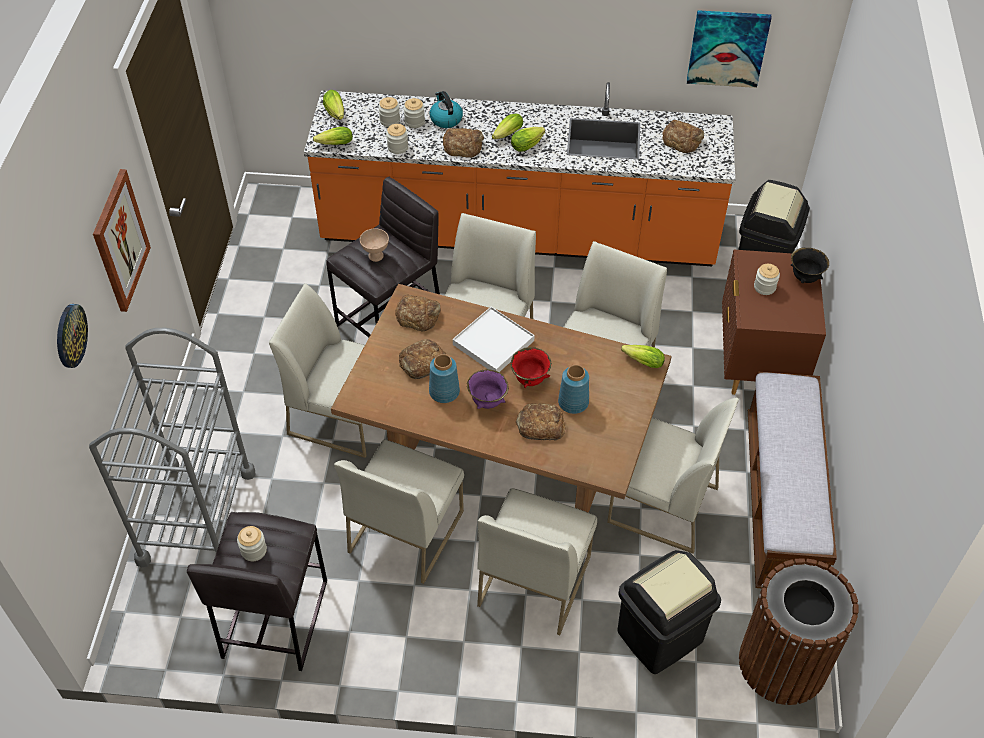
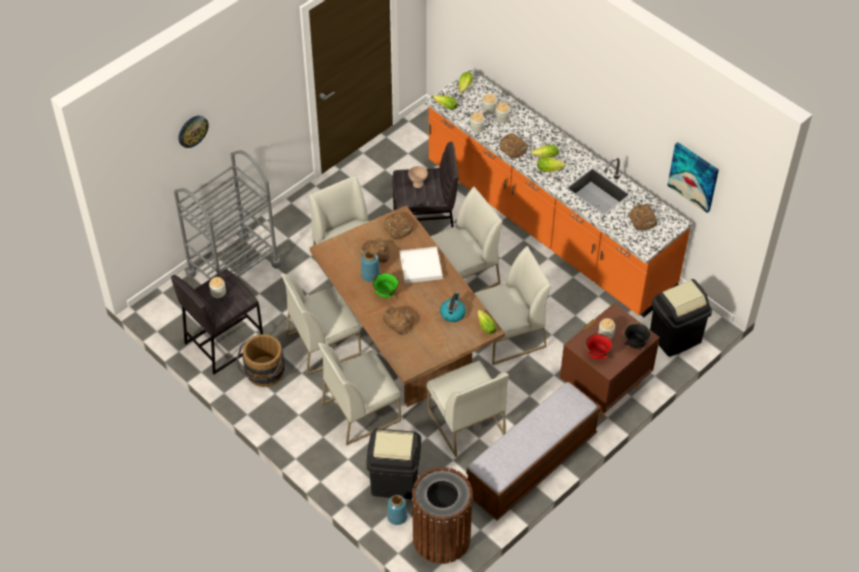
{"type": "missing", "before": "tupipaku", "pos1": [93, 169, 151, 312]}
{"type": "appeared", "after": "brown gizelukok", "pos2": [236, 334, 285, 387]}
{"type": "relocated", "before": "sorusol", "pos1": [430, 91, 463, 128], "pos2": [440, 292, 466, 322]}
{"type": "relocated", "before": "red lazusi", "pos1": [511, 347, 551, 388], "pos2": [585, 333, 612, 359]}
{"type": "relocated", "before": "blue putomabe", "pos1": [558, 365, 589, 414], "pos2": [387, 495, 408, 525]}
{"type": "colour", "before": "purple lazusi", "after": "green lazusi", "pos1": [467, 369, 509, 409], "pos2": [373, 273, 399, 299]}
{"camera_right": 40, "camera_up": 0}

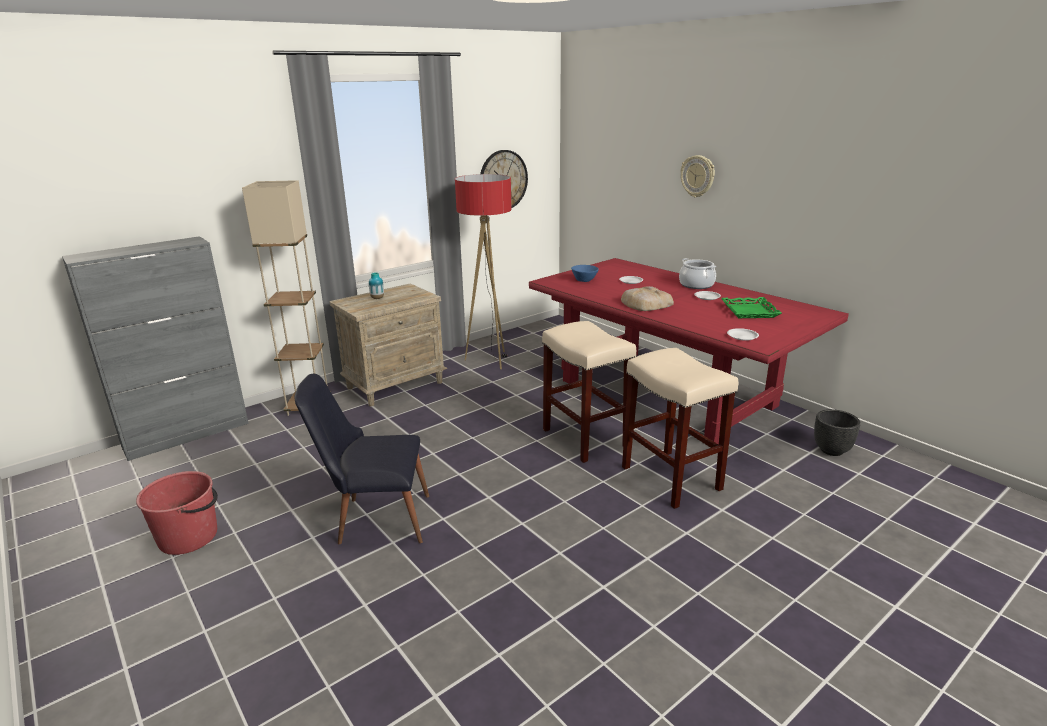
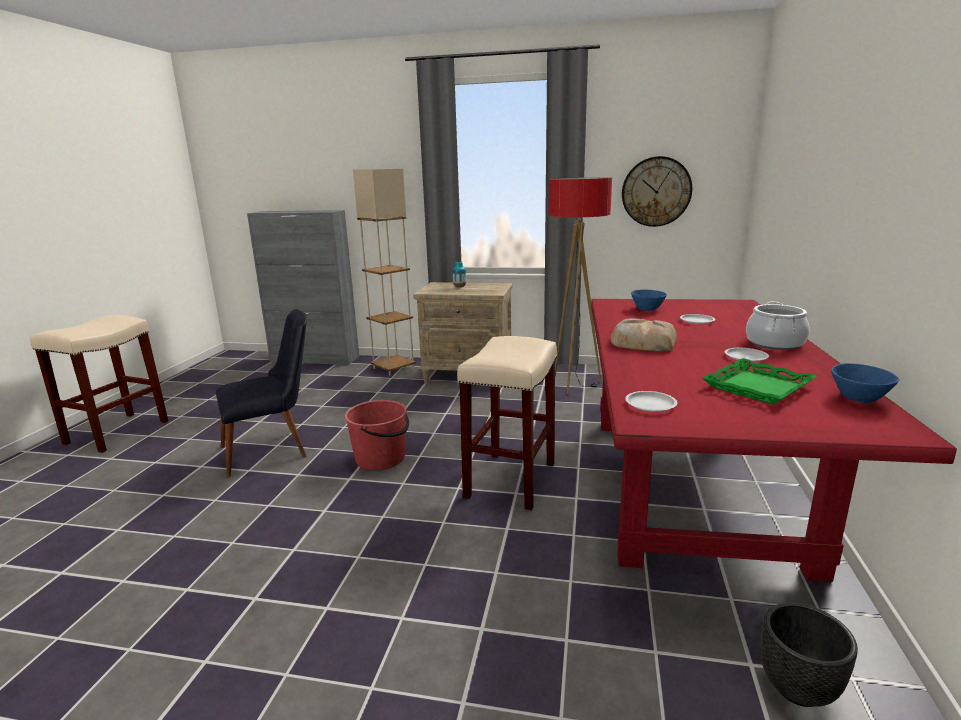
{"type": "missing", "before": "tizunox", "pos1": [681, 155, 715, 197]}
{"type": "appeared", "after": "blue lazusi", "pos2": [831, 363, 899, 403]}
{"type": "relocated", "before": "red gizelukok", "pos1": [136, 471, 218, 555], "pos2": [344, 400, 409, 470]}
{"type": "relocated", "before": "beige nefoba", "pos1": [622, 348, 738, 509], "pos2": [30, 315, 168, 453]}
{"type": "spun", "before": "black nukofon", "pos1": [294, 374, 429, 544], "pos2": [216, 309, 307, 477], "turn": 105}
{"camera_right": 50, "camera_up": -5}

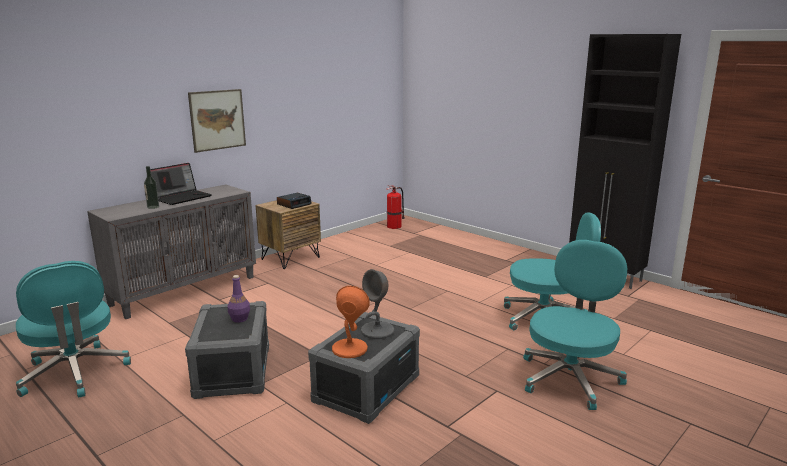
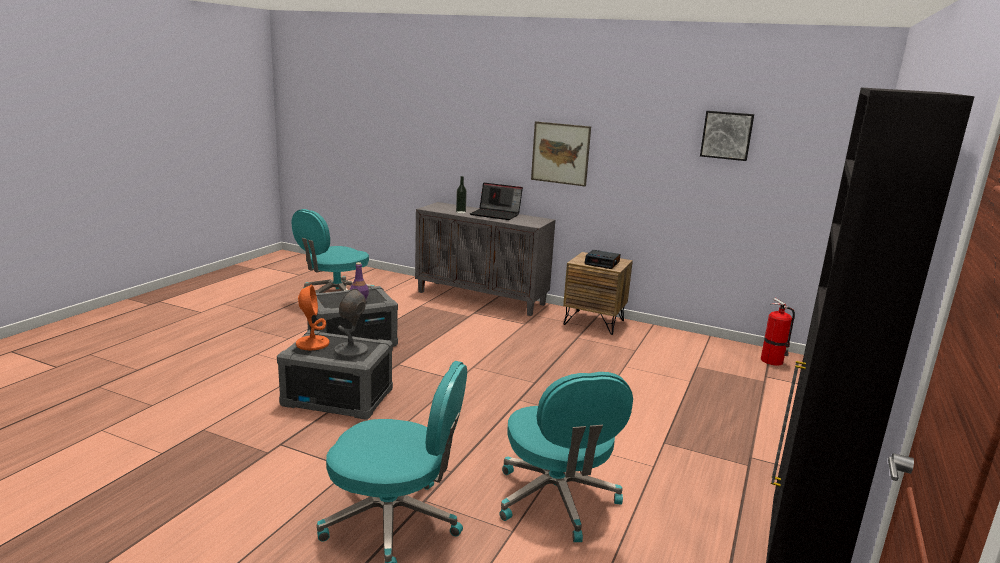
{"type": "appeared", "after": "tupipaku", "pos2": [700, 111, 754, 161]}
{"camera_right": 70, "camera_up": 0}

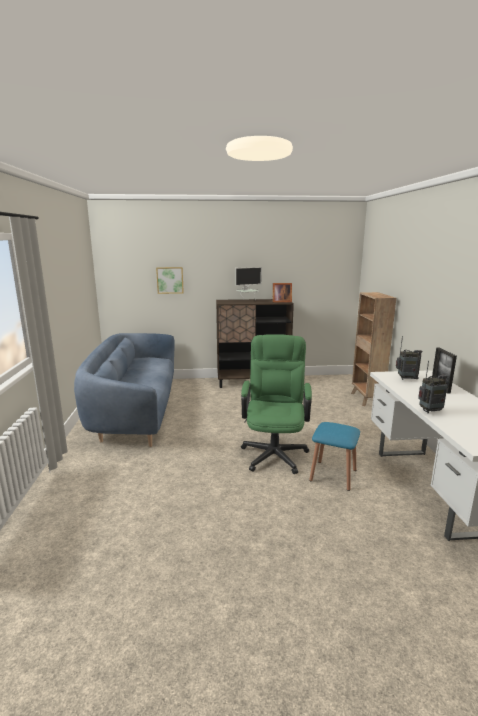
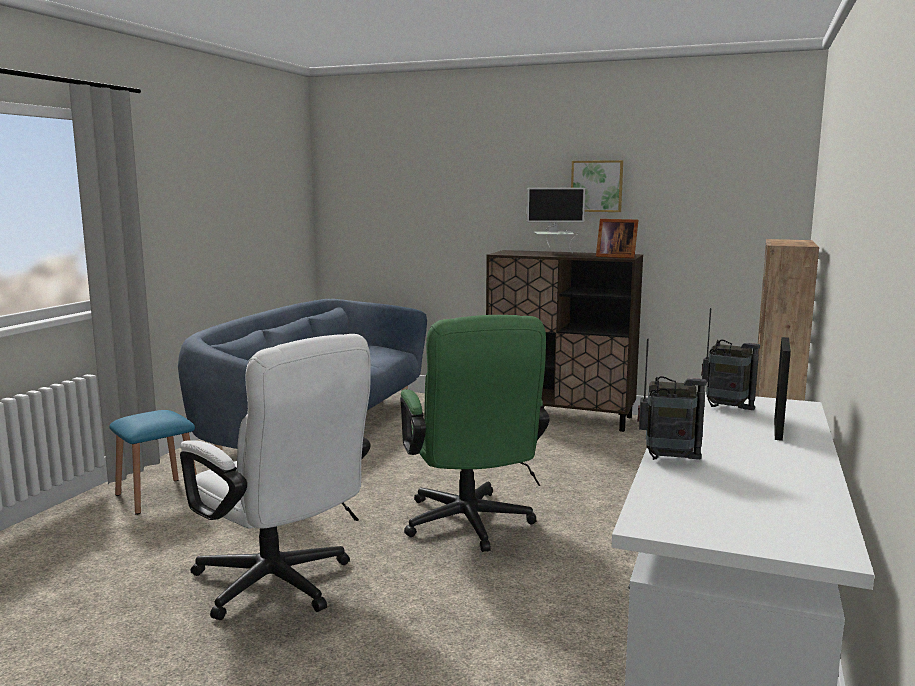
{"type": "appeared", "after": "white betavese", "pos2": [180, 334, 371, 620]}
{"type": "relocated", "before": "tupipaku", "pos1": [156, 267, 184, 294], "pos2": [571, 160, 623, 212]}
{"type": "relocated", "before": "blue nefoba", "pos1": [309, 422, 360, 491], "pos2": [109, 410, 197, 515]}
{"type": "spun", "before": "green betavese", "pos1": [241, 334, 312, 474], "pos2": [400, 315, 549, 552], "turn": 135}
{"camera_right": 25, "camera_up": -5}

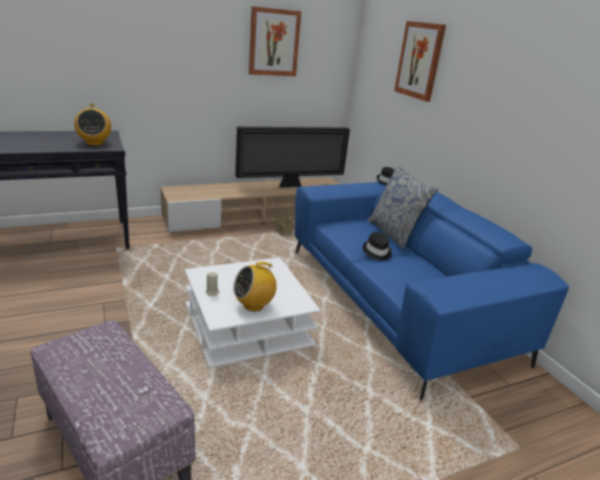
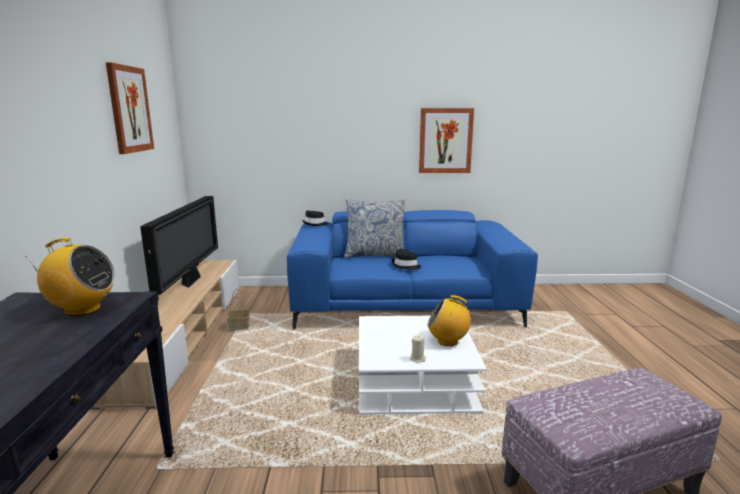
{"type": "relocated", "before": "tupipaku", "pos1": [394, 21, 446, 102], "pos2": [419, 108, 474, 173]}
{"type": "spun", "before": "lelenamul", "pos1": [233, 262, 277, 312], "pos2": [427, 295, 473, 346], "turn": 105}
{"camera_right": -65, "camera_up": -10}

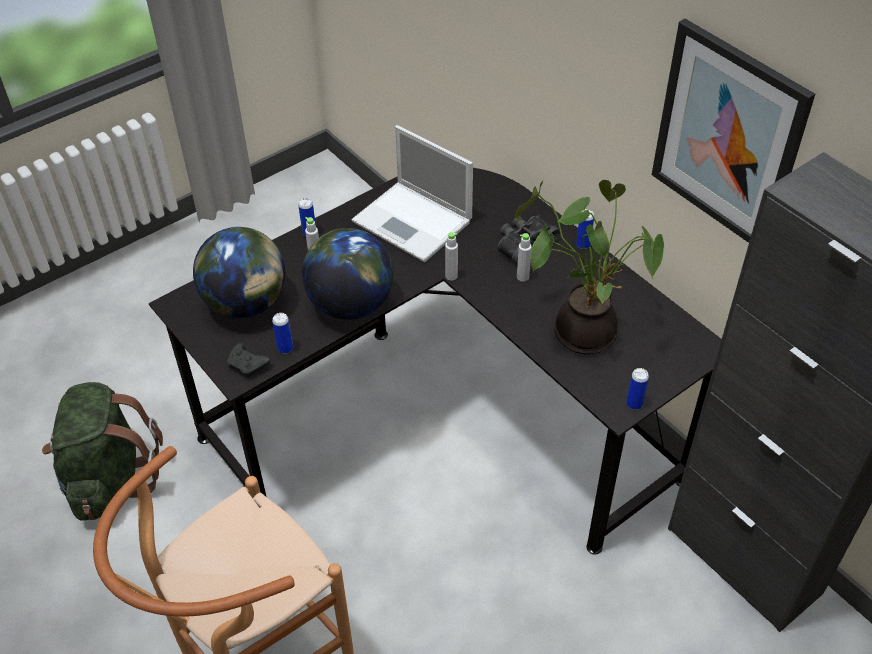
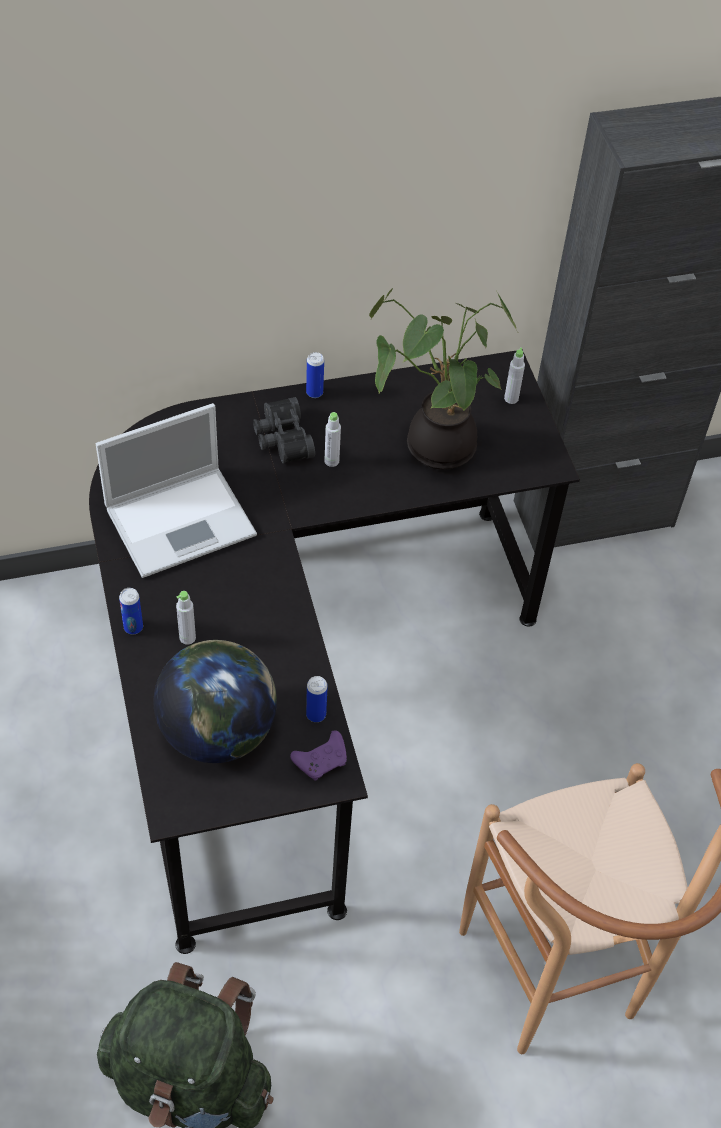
{"type": "missing", "before": "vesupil", "pos1": [302, 228, 394, 320]}
{"type": "missing", "before": "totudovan", "pos1": [626, 368, 649, 410]}
{"type": "missing", "before": "tupipaku", "pos1": [652, 19, 815, 243]}
{"type": "relocated", "before": "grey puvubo", "pos1": [445, 232, 458, 281], "pos2": [504, 347, 525, 404]}
{"type": "colour", "before": "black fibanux", "after": "purple fibanux", "pos1": [227, 343, 271, 377], "pos2": [290, 730, 347, 781]}
{"camera_right": -70, "camera_up": 5}

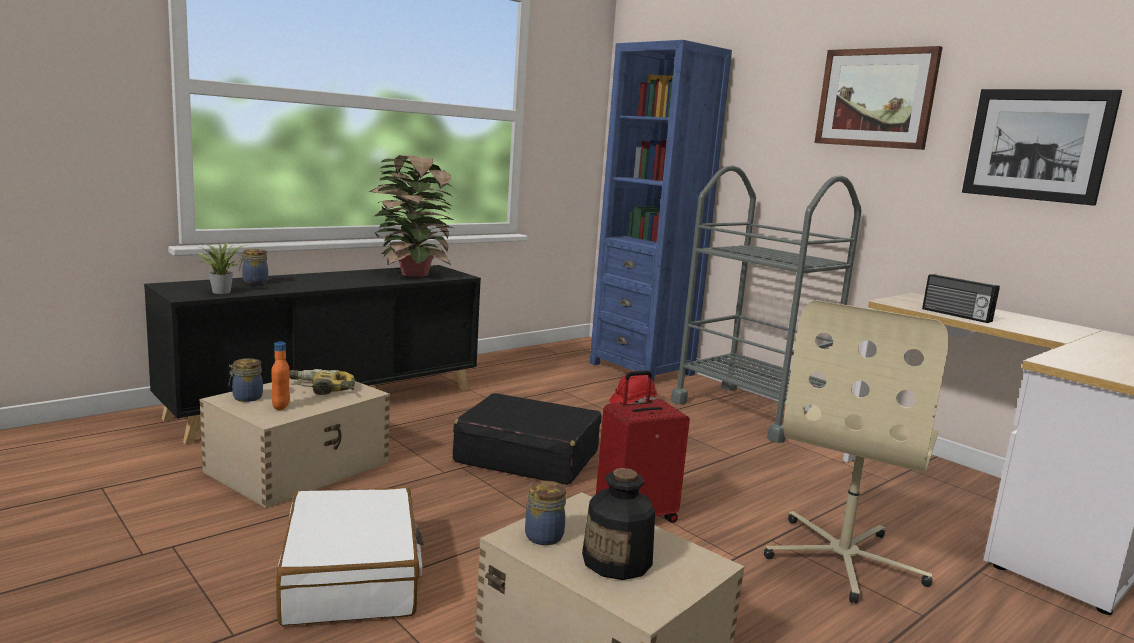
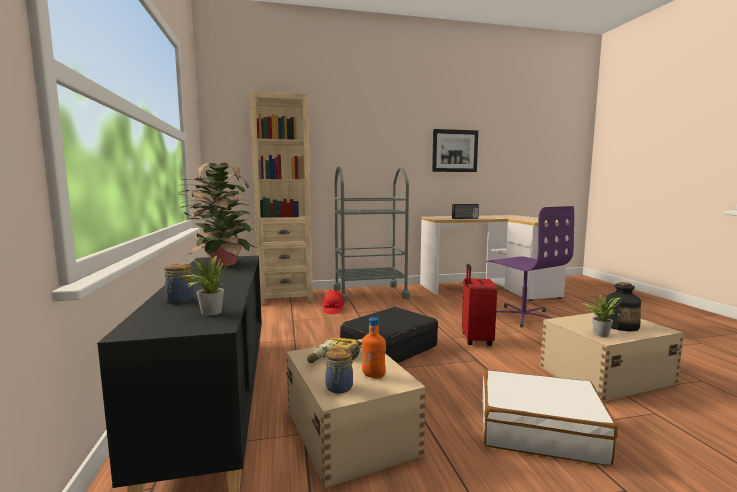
{"type": "missing", "before": "tupipaku", "pos1": [814, 46, 943, 150]}
{"type": "exchanged", "before": "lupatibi", "after": "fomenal", "pos1": [525, 481, 566, 545], "pos2": [582, 294, 620, 337]}
{"type": "colour", "before": "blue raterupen", "after": "beige raterupen", "pos1": [590, 40, 732, 382], "pos2": [250, 91, 313, 305]}
{"type": "colour", "before": "beige betavese", "after": "purple betavese", "pos1": [764, 300, 949, 604], "pos2": [486, 206, 574, 328]}
{"camera_right": -60, "camera_up": -5}

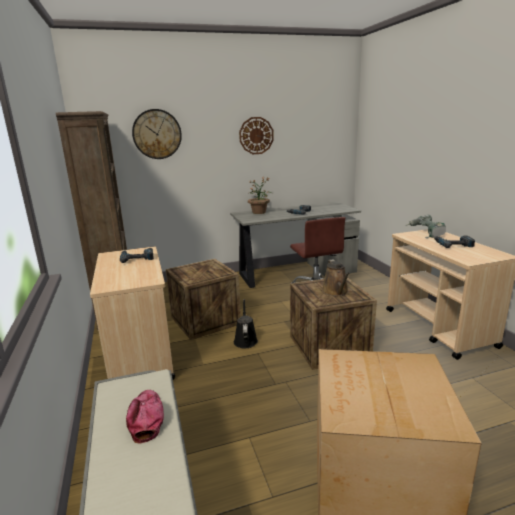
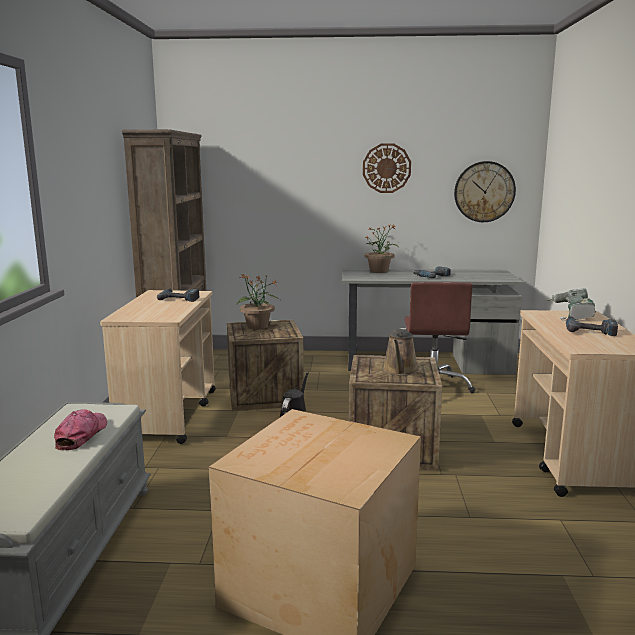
{"type": "appeared", "after": "fomenal", "pos2": [237, 274, 281, 329]}
{"type": "relocated", "before": "tizunox", "pos1": [132, 109, 182, 159], "pos2": [454, 161, 516, 222]}
{"camera_right": 20, "camera_up": -5}

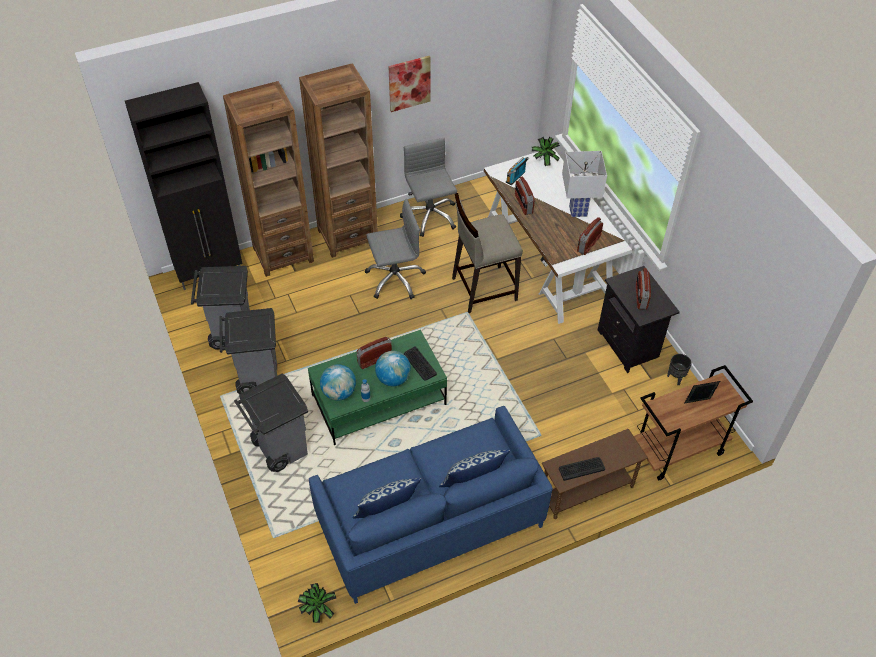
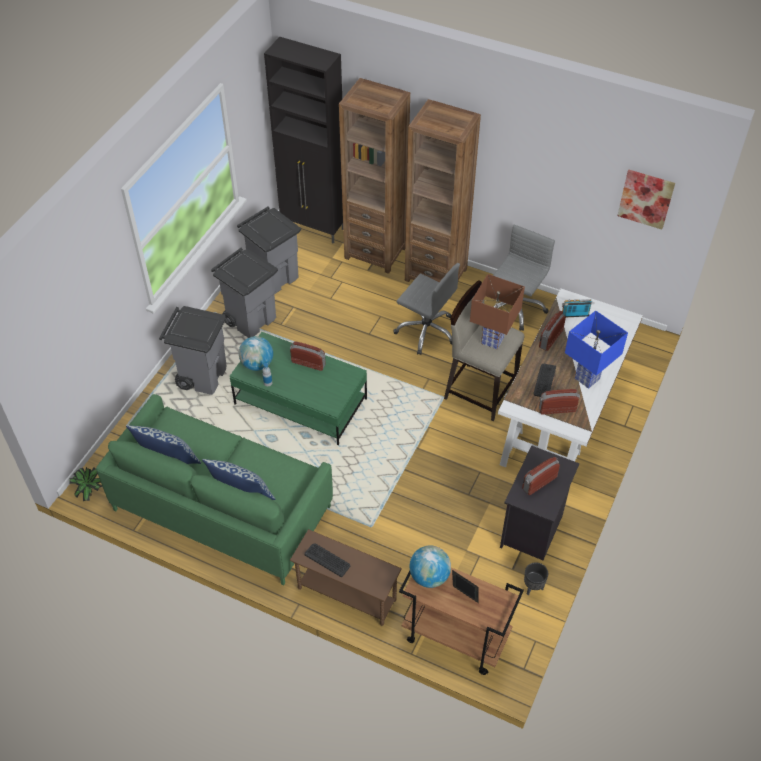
{"type": "missing", "before": "fomenal", "pos1": [532, 137, 560, 166]}
{"type": "appeared", "after": "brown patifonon", "pos2": [470, 274, 525, 349]}
{"type": "relocated", "before": "vesupil", "pos1": [375, 351, 411, 386], "pos2": [409, 545, 451, 588]}
{"type": "relocated", "before": "tupipaku", "pos1": [388, 56, 431, 112], "pos2": [617, 170, 675, 230]}
{"type": "relocated", "before": "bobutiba", "pos1": [404, 346, 437, 381], "pos2": [534, 364, 556, 397]}
{"type": "colour", "before": "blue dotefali", "after": "green dotefali", "pos1": [309, 406, 553, 604], "pos2": [96, 394, 333, 585]}
{"type": "colour", "before": "white patifonon", "after": "blue patifonon", "pos1": [562, 151, 607, 217], "pos2": [565, 311, 628, 389]}
{"camera_right": 50, "camera_up": 0}

